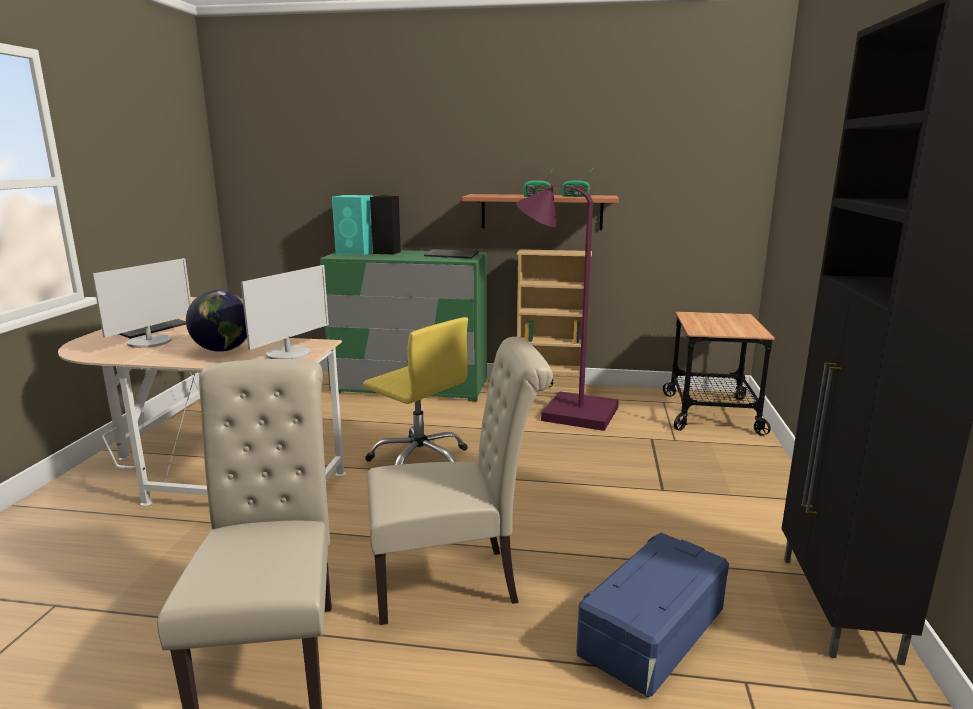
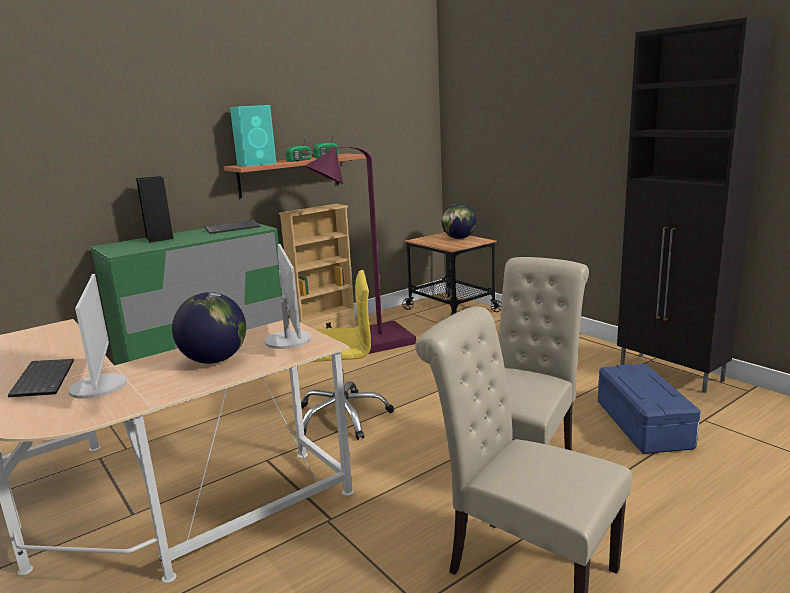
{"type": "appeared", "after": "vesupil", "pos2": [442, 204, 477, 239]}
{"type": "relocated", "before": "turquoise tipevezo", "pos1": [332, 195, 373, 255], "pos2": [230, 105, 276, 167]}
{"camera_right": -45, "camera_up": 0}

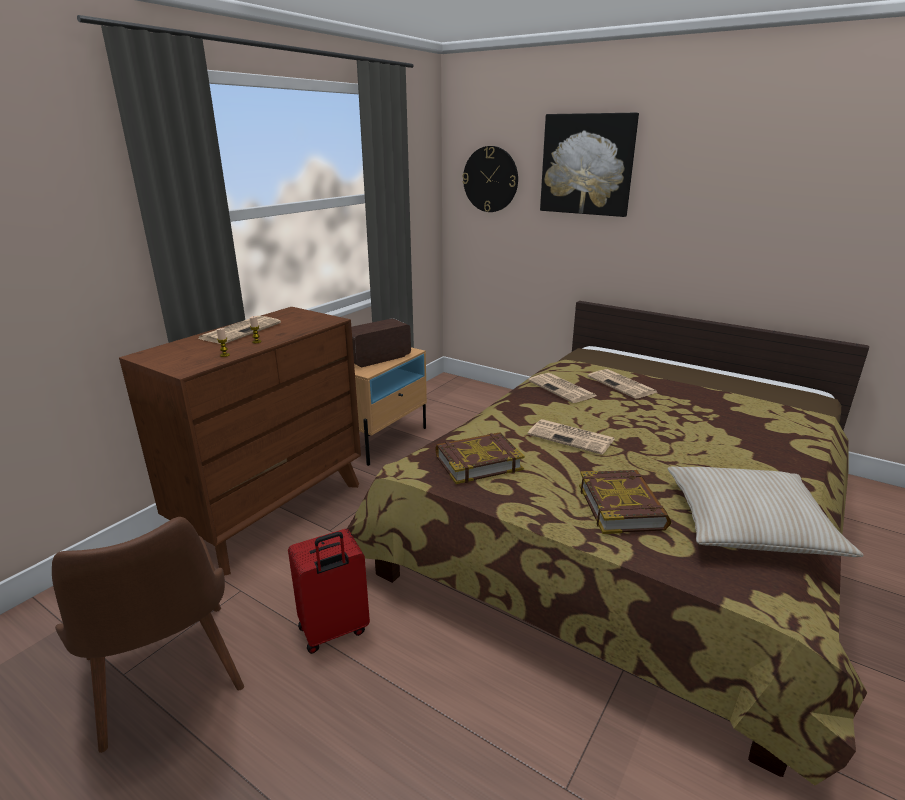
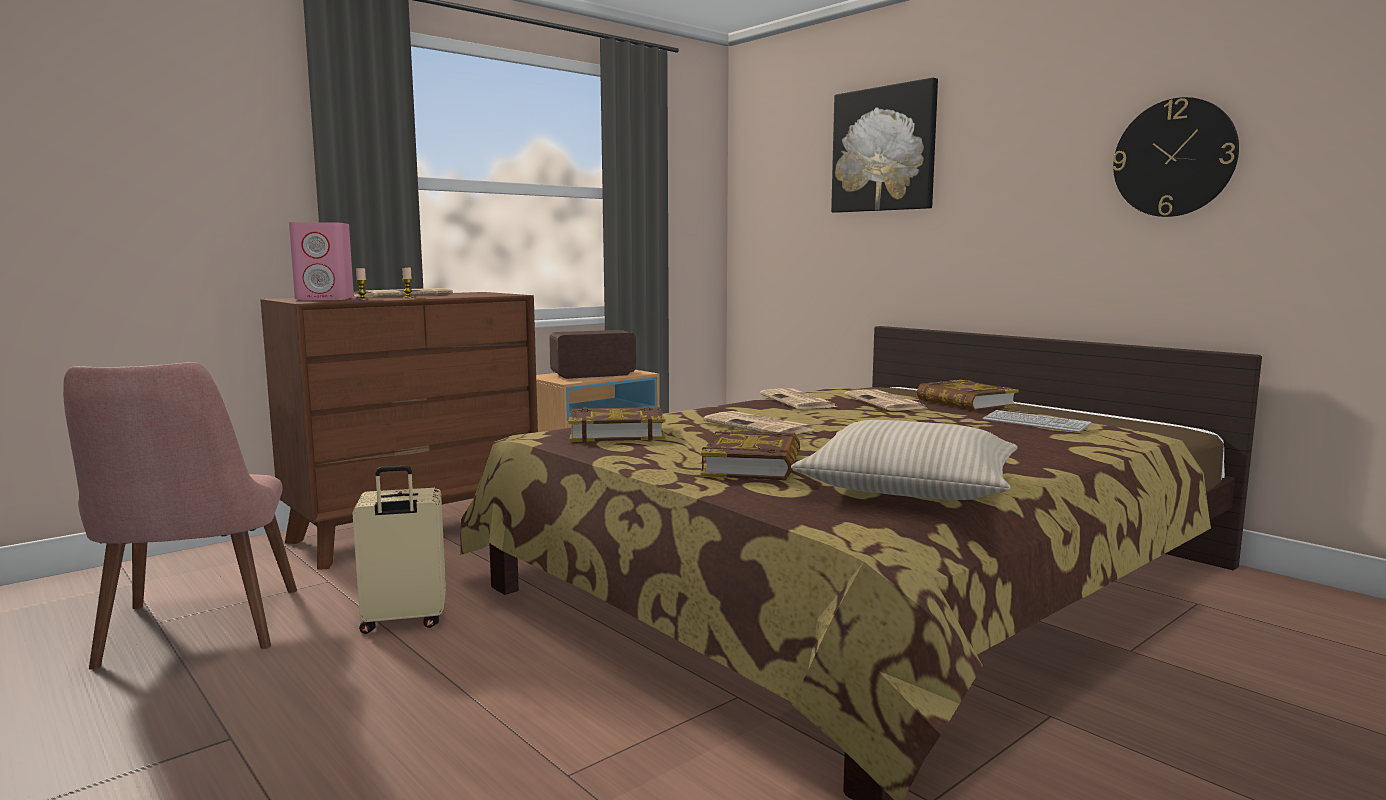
{"type": "appeared", "after": "pink tipevezo", "pos2": [289, 222, 354, 300]}
{"type": "appeared", "after": "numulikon", "pos2": [917, 380, 1019, 411]}
{"type": "appeared", "after": "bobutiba", "pos2": [983, 410, 1092, 432]}
{"type": "relocated", "before": "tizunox", "pos1": [462, 146, 518, 212], "pos2": [1113, 97, 1239, 217]}
{"type": "colour", "before": "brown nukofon", "after": "pink nukofon", "pos1": [52, 517, 244, 753], "pos2": [63, 362, 297, 670]}
{"type": "colour", "before": "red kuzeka", "after": "beige kuzeka", "pos1": [288, 529, 370, 654], "pos2": [352, 465, 446, 634]}
{"camera_right": 15, "camera_up": -15}

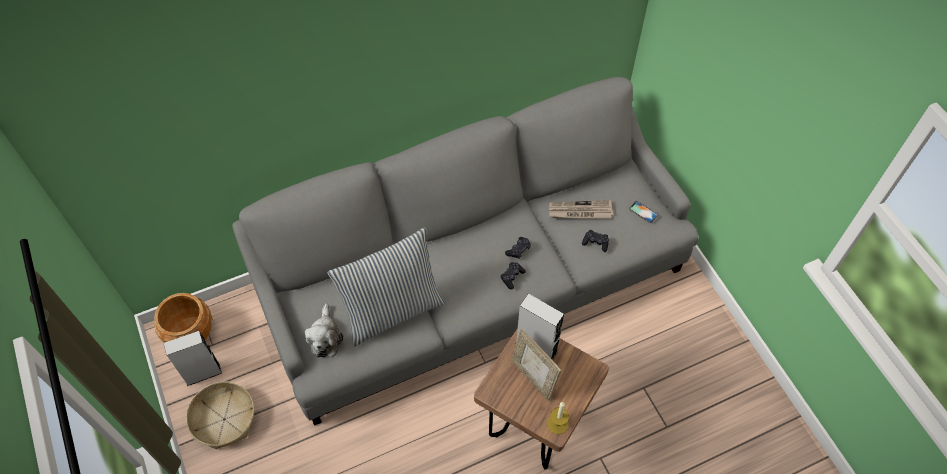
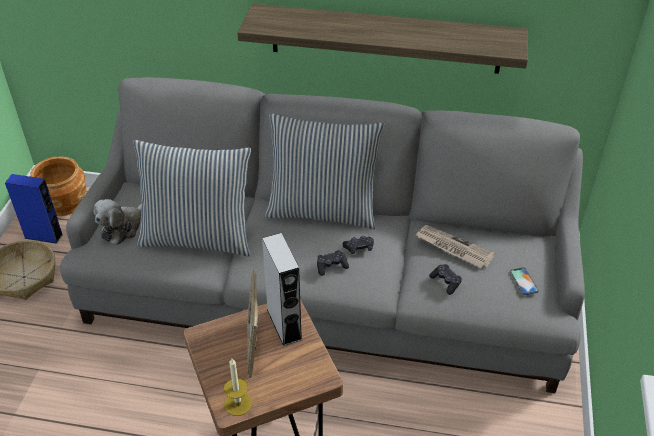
{"type": "appeared", "after": "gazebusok", "pos2": [237, 4, 528, 74]}
{"type": "appeared", "after": "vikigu", "pos2": [265, 113, 384, 229]}
{"type": "colour", "before": "grey tipevezo", "after": "blue tipevezo", "pos1": [164, 331, 222, 386], "pos2": [5, 174, 63, 244]}
{"camera_right": 35, "camera_up": -15}

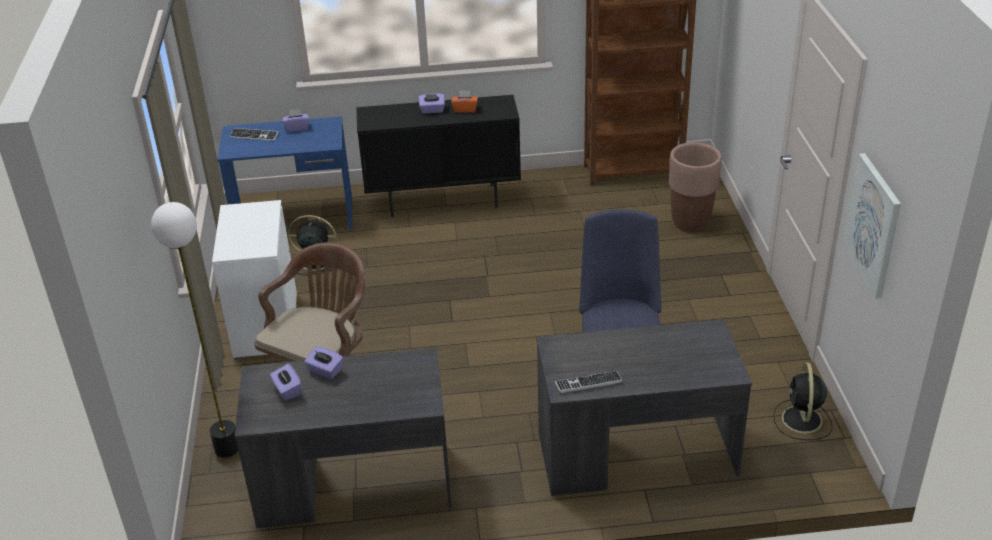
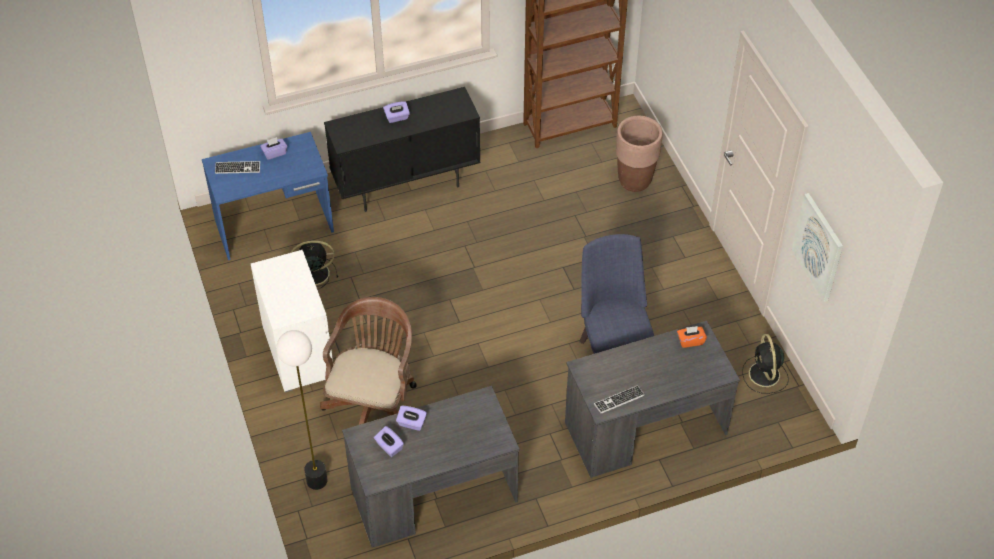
{"type": "relocated", "before": "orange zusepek", "pos1": [451, 91, 478, 113], "pos2": [677, 326, 707, 348]}
{"camera_right": -15, "camera_up": 15}

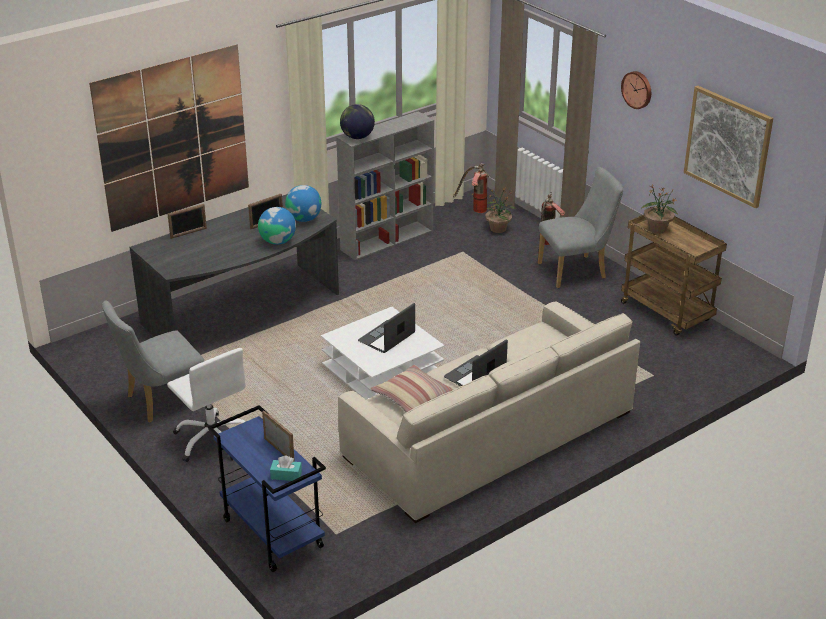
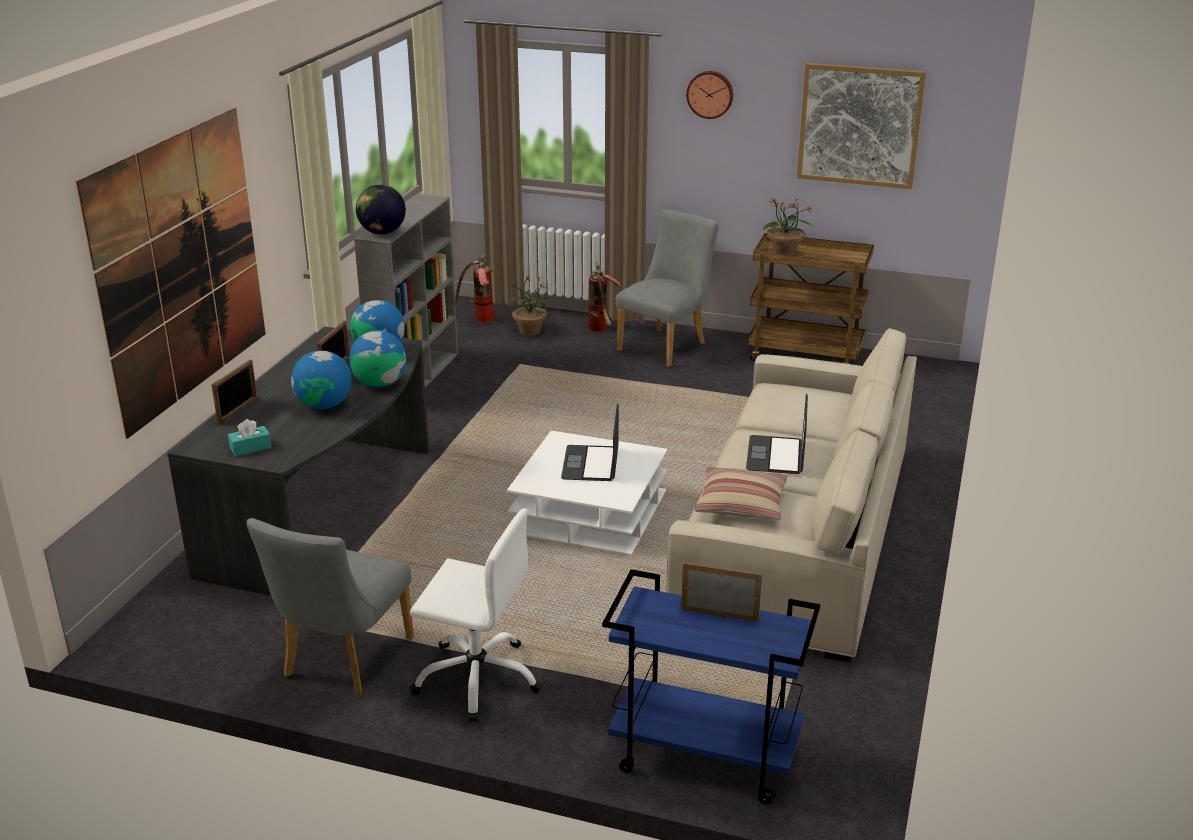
{"type": "appeared", "after": "vesupil", "pos2": [291, 351, 351, 409]}
{"type": "relocated", "before": "turquoise zusepek", "pos1": [270, 456, 302, 481], "pos2": [228, 419, 271, 456]}
{"camera_right": -35, "camera_up": -5}

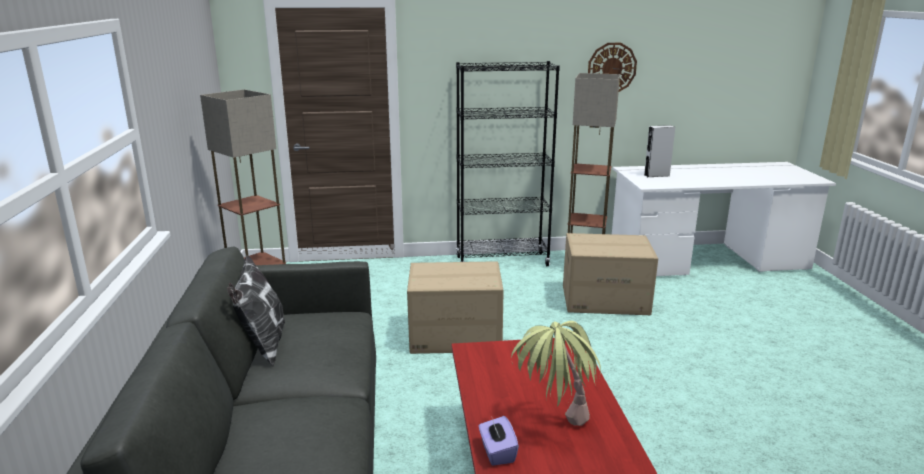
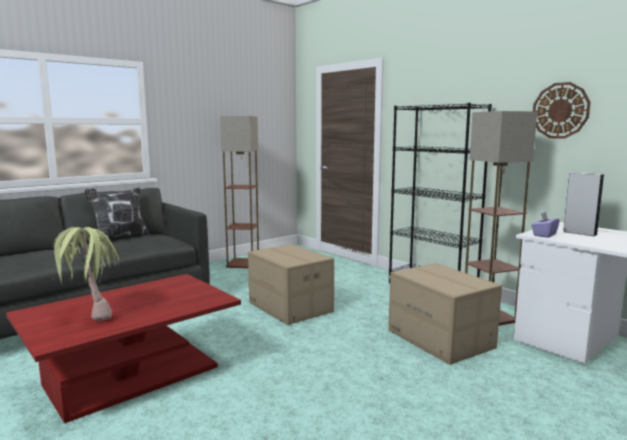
{"type": "relocated", "before": "purple zusepek", "pos1": [479, 416, 519, 466], "pos2": [531, 212, 560, 238]}
{"camera_right": 55, "camera_up": -10}

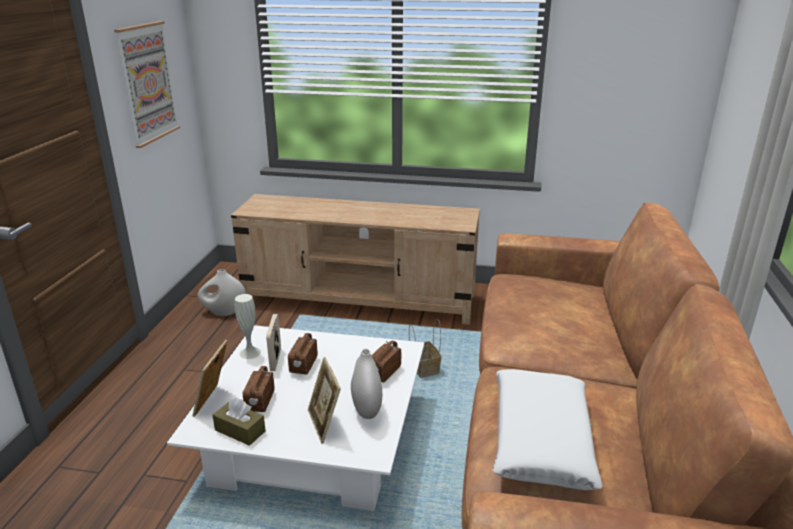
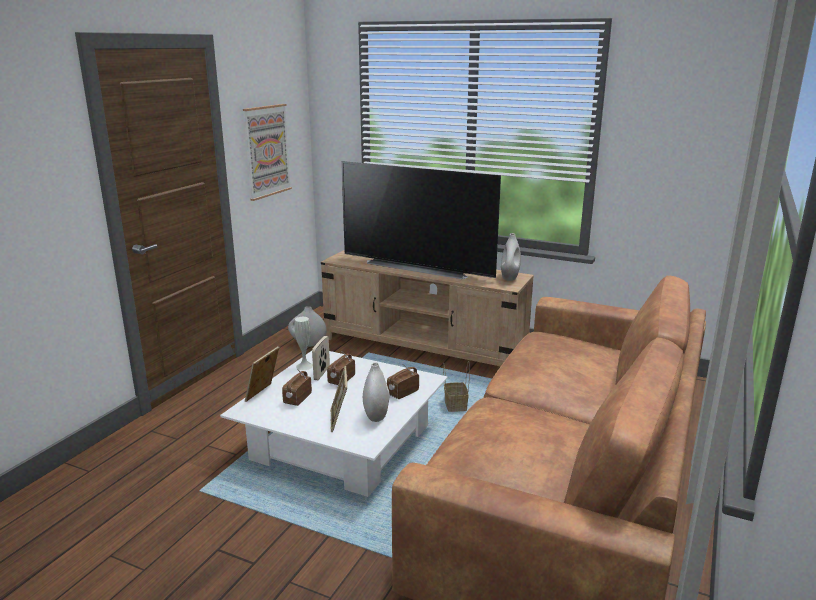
{"type": "missing", "before": "brown zusepek", "pos1": [212, 398, 266, 446]}
{"type": "missing", "before": "white vikigu", "pos1": [493, 369, 603, 490]}
{"type": "appeared", "after": "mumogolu", "pos2": [341, 161, 501, 279]}
{"type": "appeared", "after": "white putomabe", "pos2": [501, 233, 521, 281]}
{"camera_right": 15, "camera_up": -5}

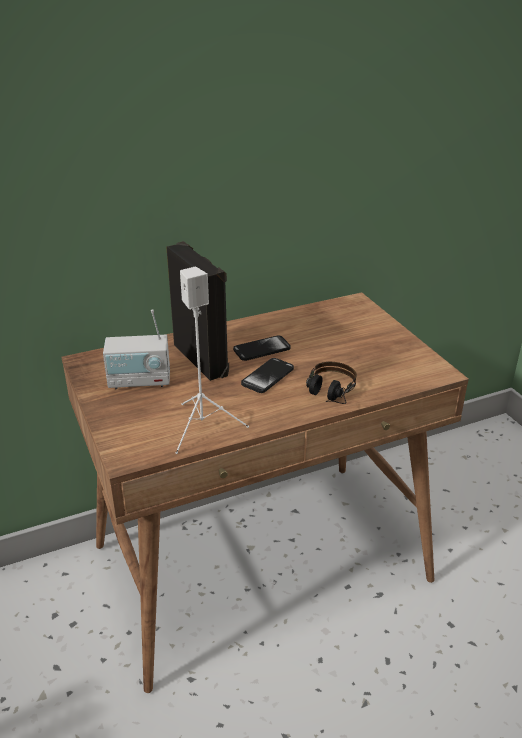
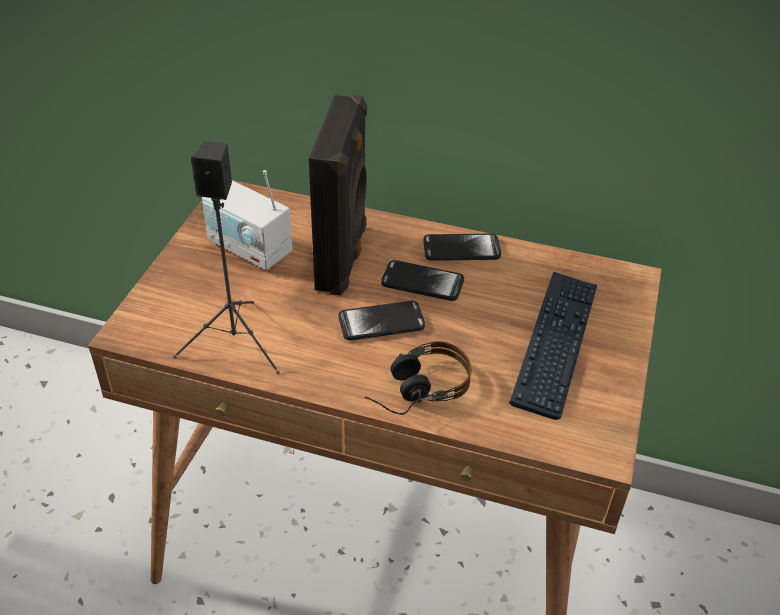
{"type": "appeared", "after": "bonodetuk", "pos2": [423, 234, 501, 261]}
{"type": "appeared", "after": "bobutiba", "pos2": [509, 271, 597, 420]}
{"type": "colour", "before": "white tipevezo", "after": "black tipevezo", "pos1": [175, 266, 249, 454], "pos2": [173, 141, 280, 374]}
{"camera_right": 40, "camera_up": 10}

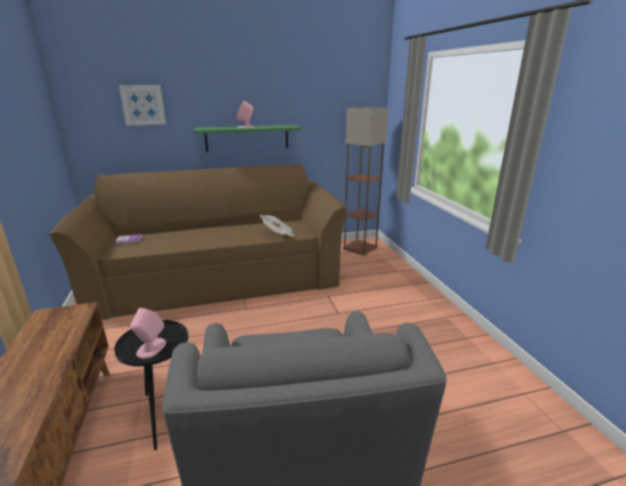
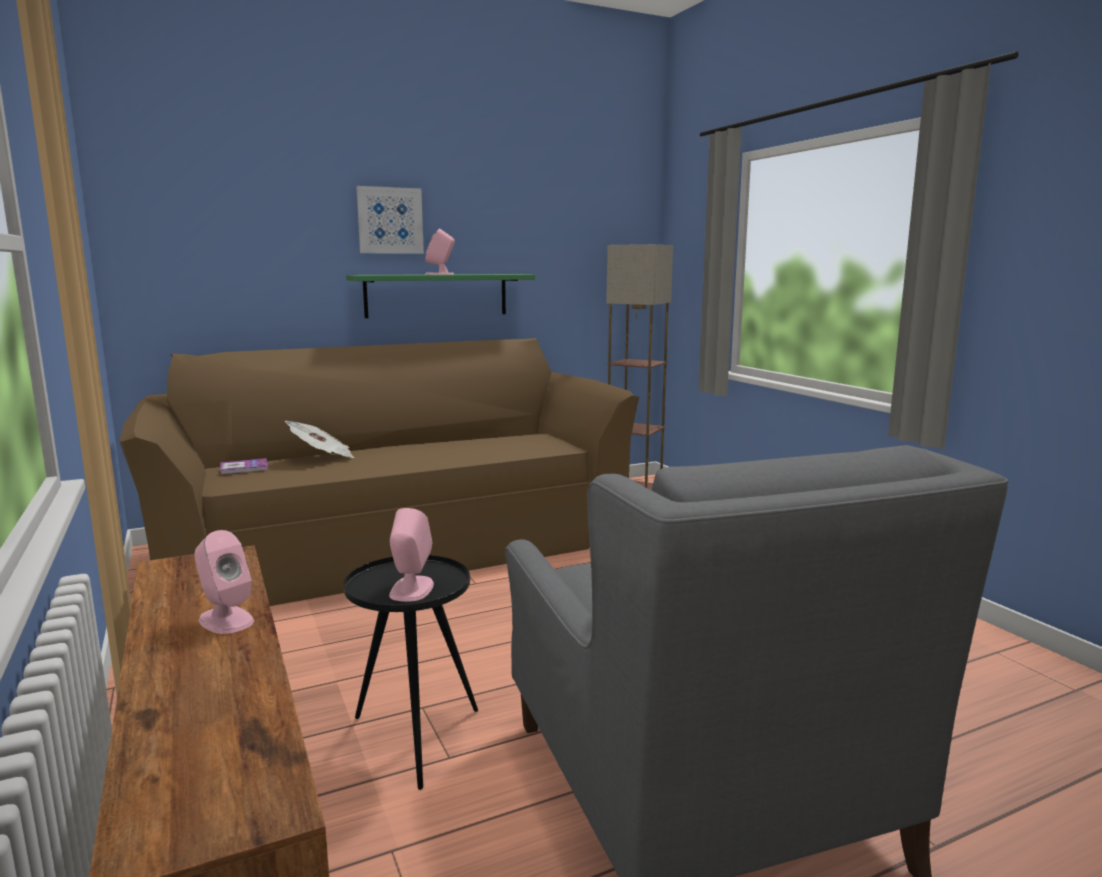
{"type": "appeared", "after": "pink tipevezo", "pos2": [195, 530, 254, 634]}
{"type": "relocated", "before": "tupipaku", "pos1": [119, 85, 166, 126], "pos2": [356, 186, 424, 254]}
{"type": "relocated", "before": "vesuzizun", "pos1": [260, 215, 295, 237], "pos2": [284, 421, 354, 458]}
{"camera_right": -10, "camera_up": -10}

